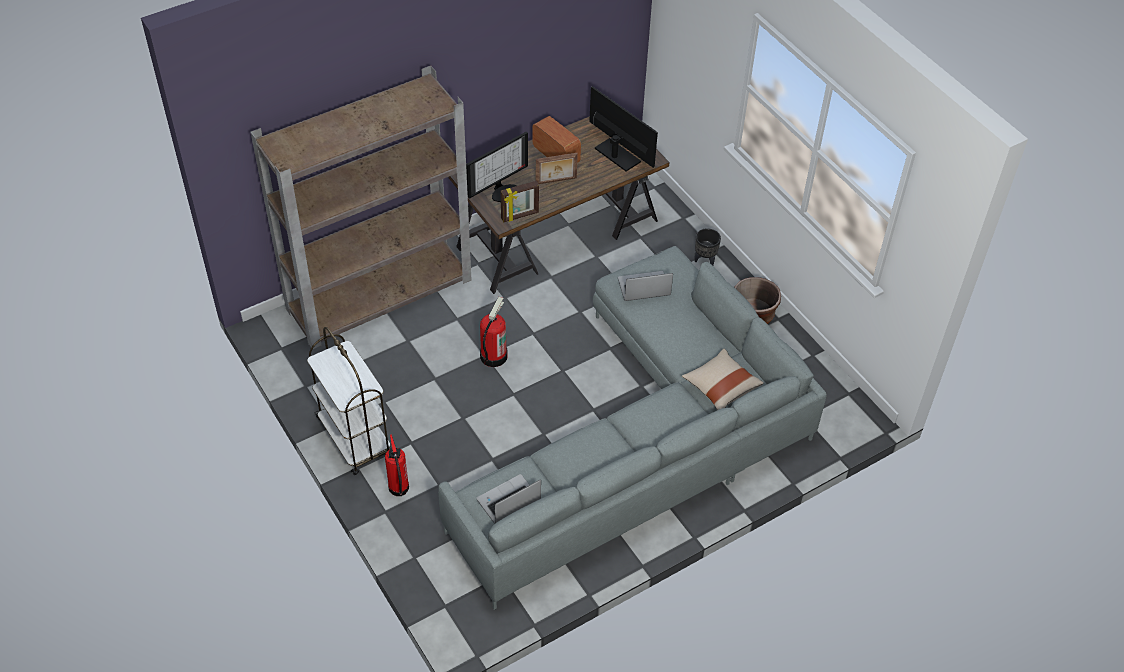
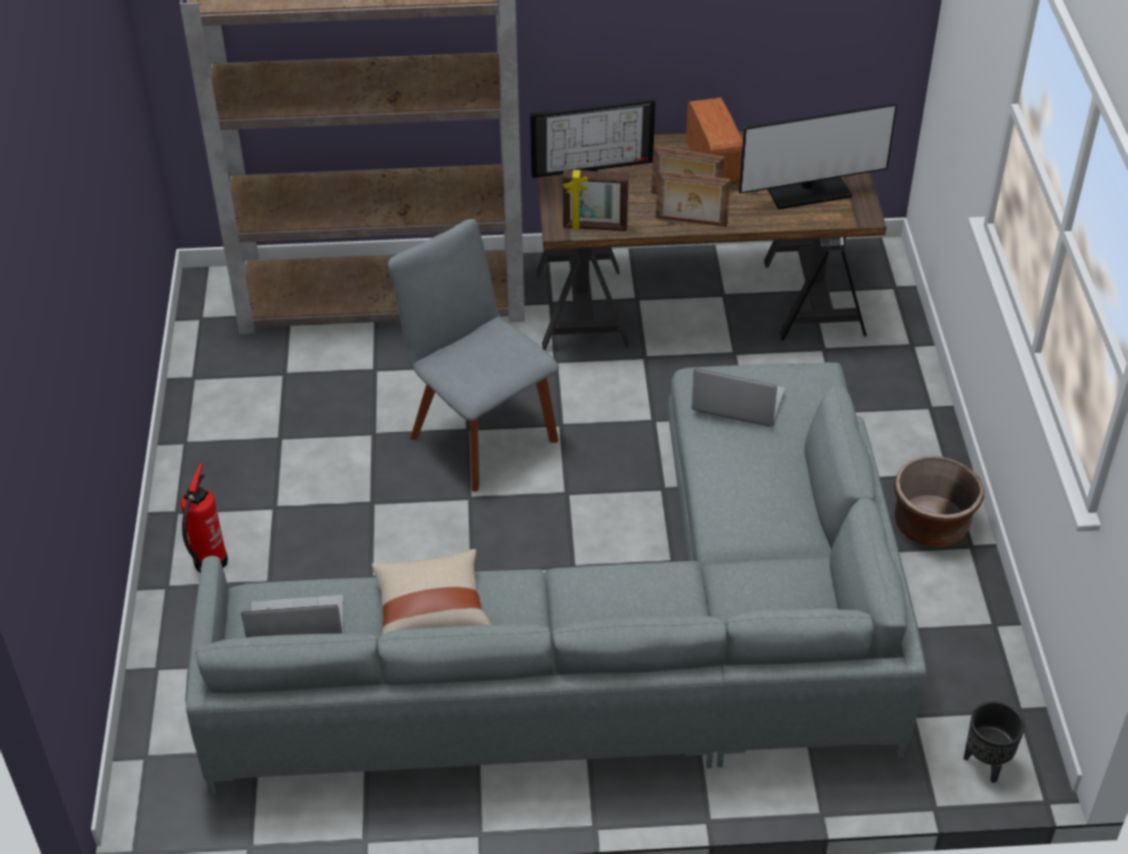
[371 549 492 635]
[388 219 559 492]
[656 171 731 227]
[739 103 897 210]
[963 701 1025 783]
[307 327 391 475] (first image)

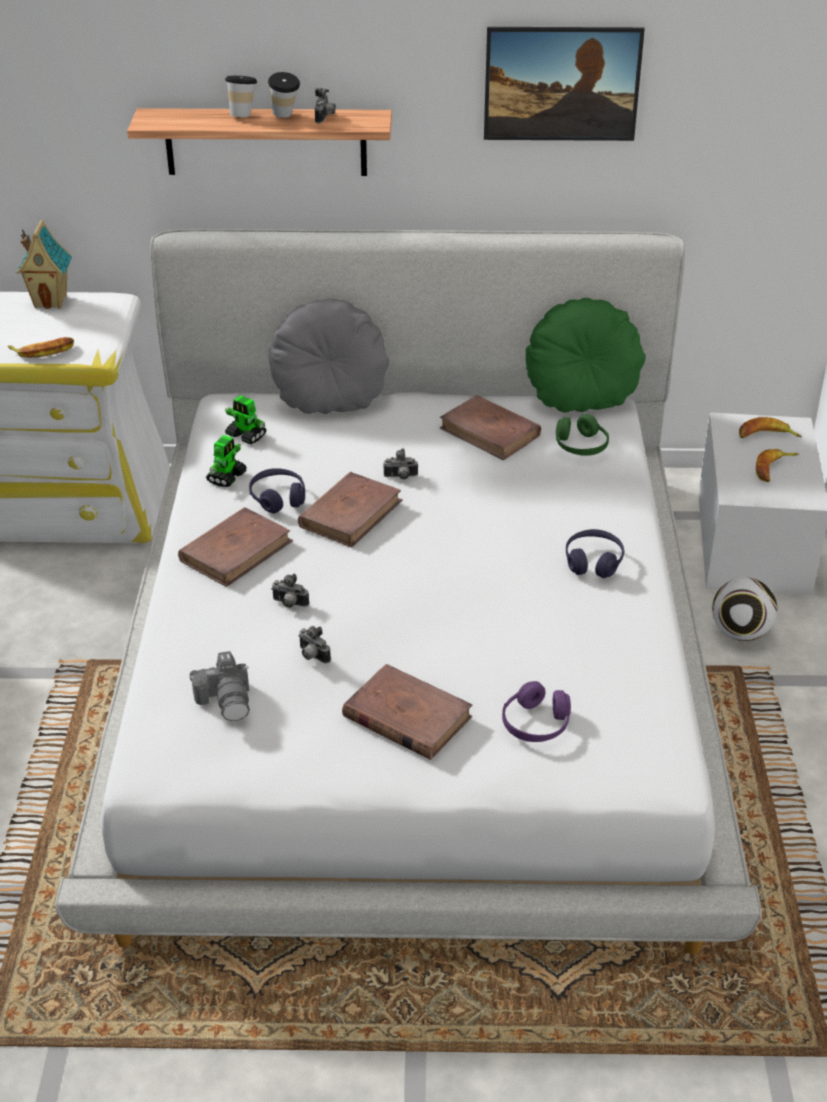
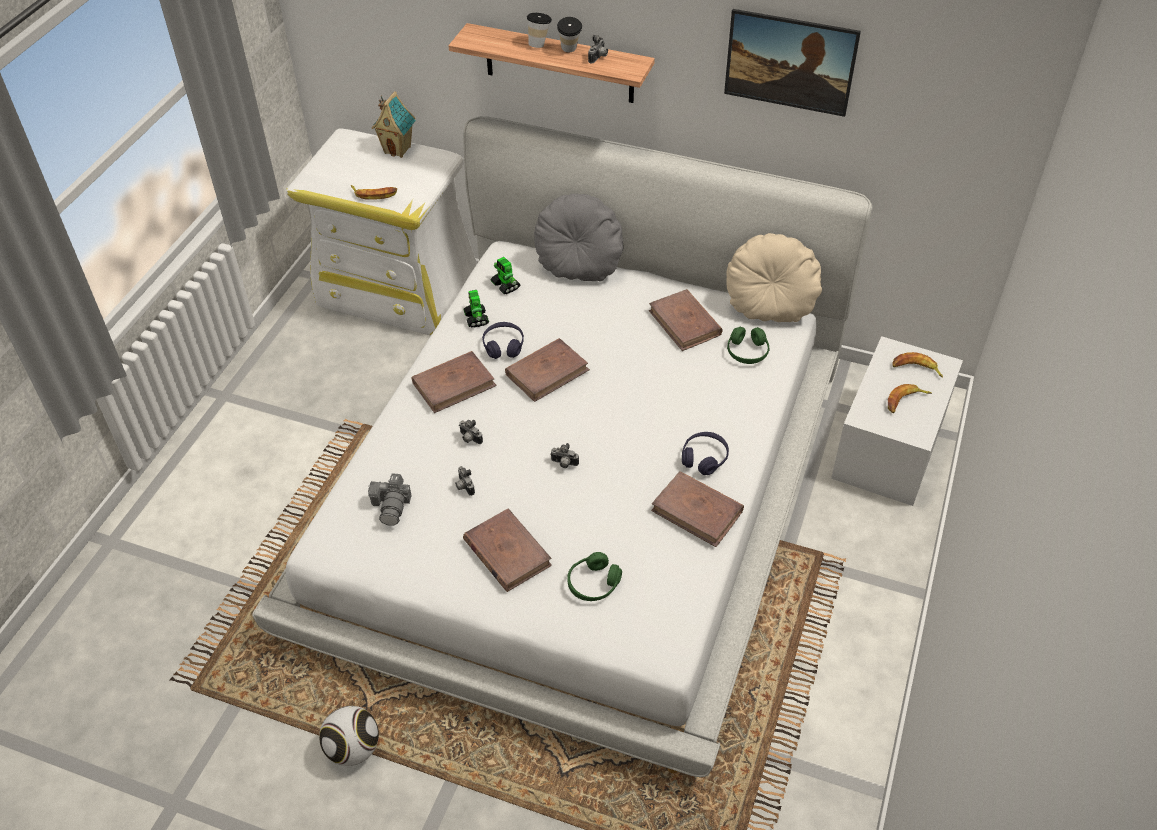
[319 706 379 766]
[463 290 489 328]
[550 443 579 468]
[567 552 622 601]
[651 471 744 547]
[726 233 822 322]

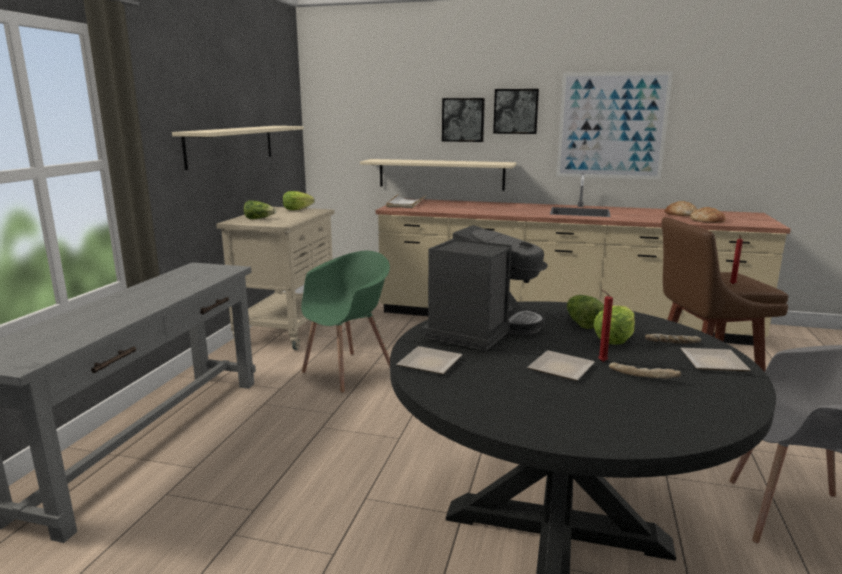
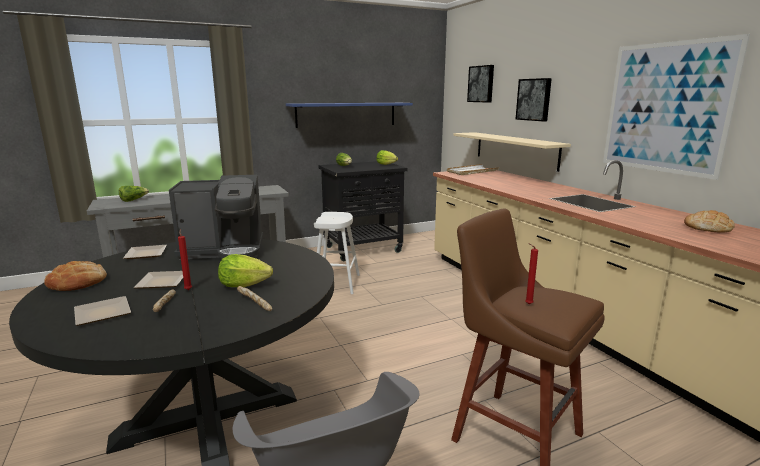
[44 261 107 291]
[74 296 131 326]
[119 186 149 202]
[286 103 413 128]
[314 212 360 294]
[318 161 407 261]
[467 65 494 103]

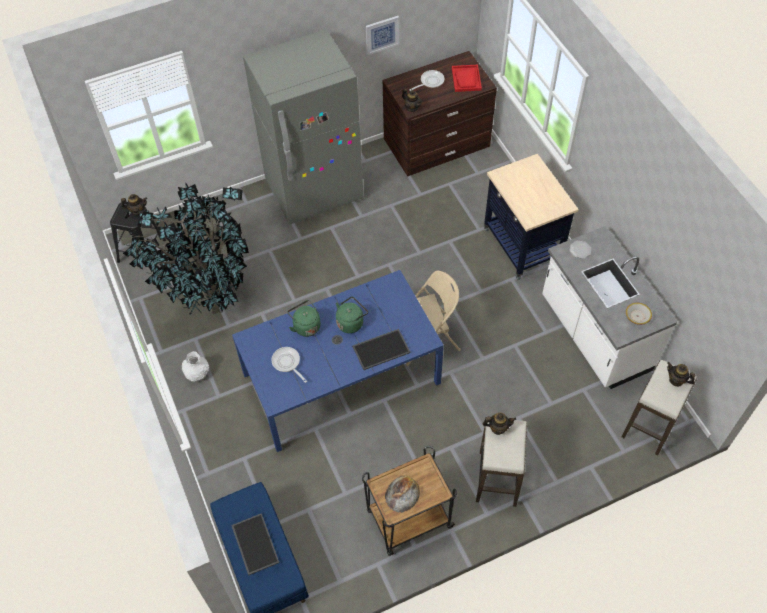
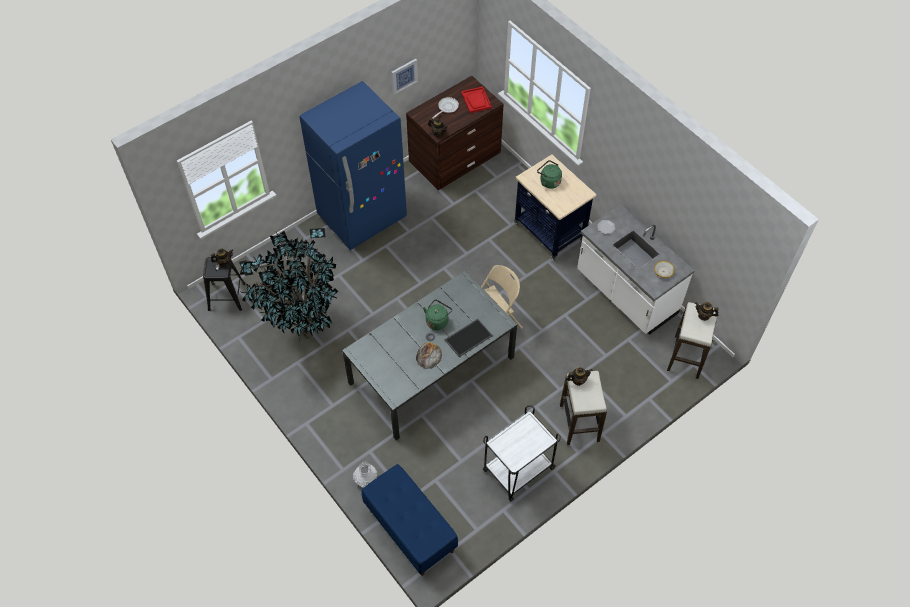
[299 81 407 250]
[342 271 517 440]
[353 462 377 488]
[416 342 442 369]
[483 405 561 501]
[537 160 562 189]
[231 513 280 575] (first image)
[271 347 307 383] (first image)

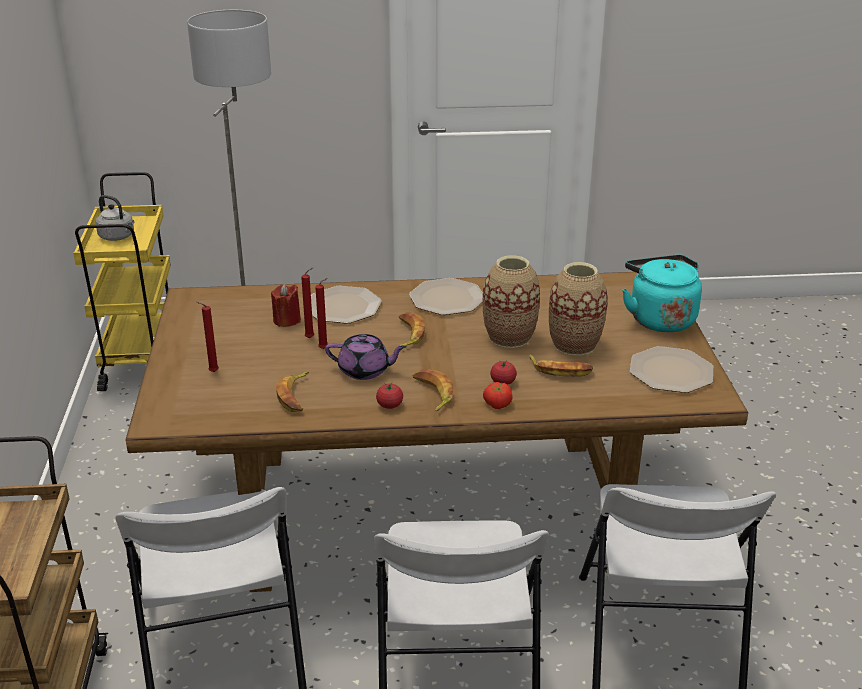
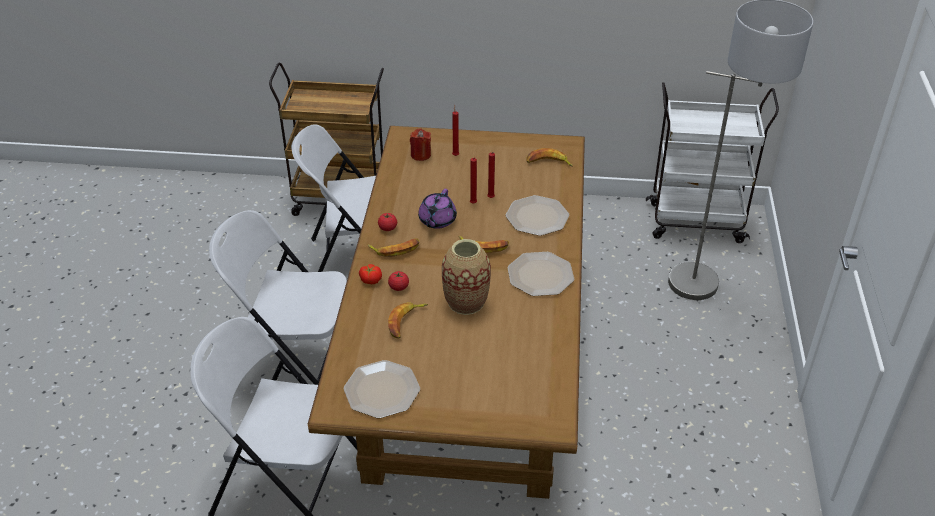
[410 128 431 161]
[526 148 573 167]
[646 82 779 243]
[96 195 134 241] (first image)
[549 262 608 355] (first image)
[622 255 702 332] (first image)

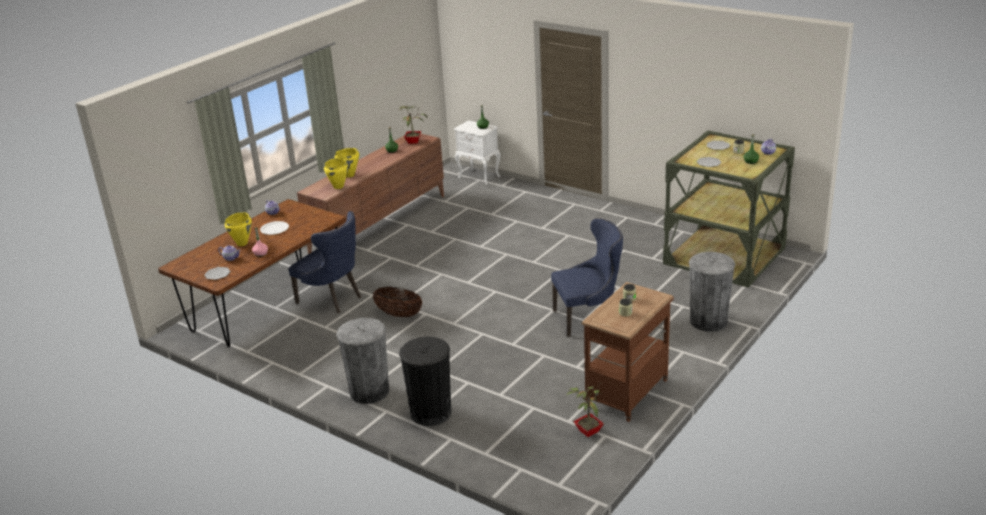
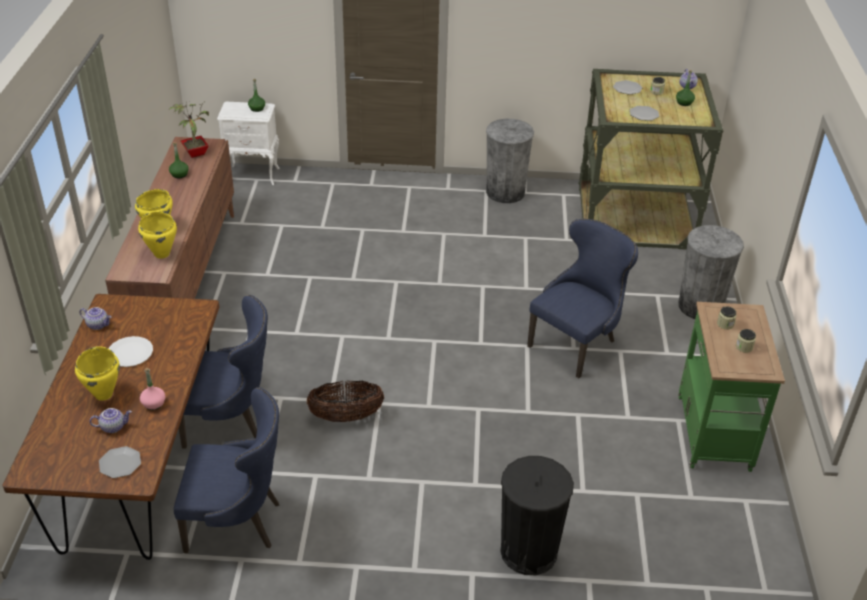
[174 387 280 553]
[486 119 534 203]
[678 302 785 472]
[566 384 604 437] (first image)

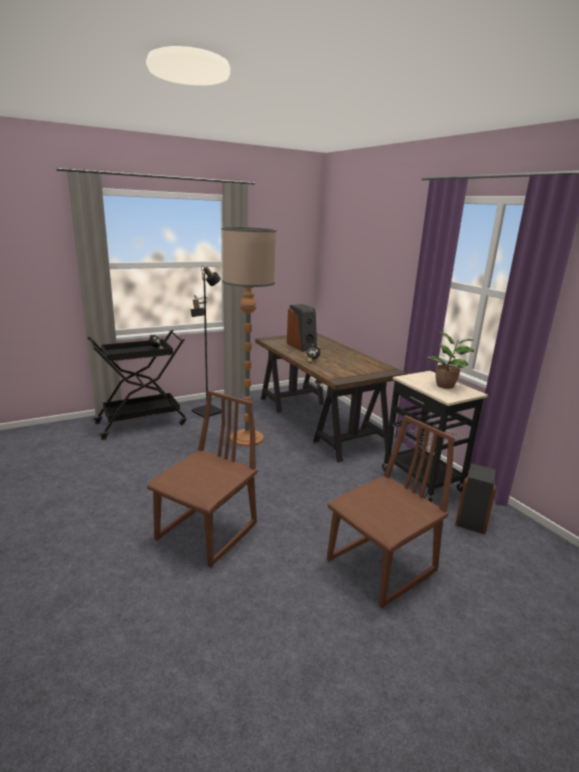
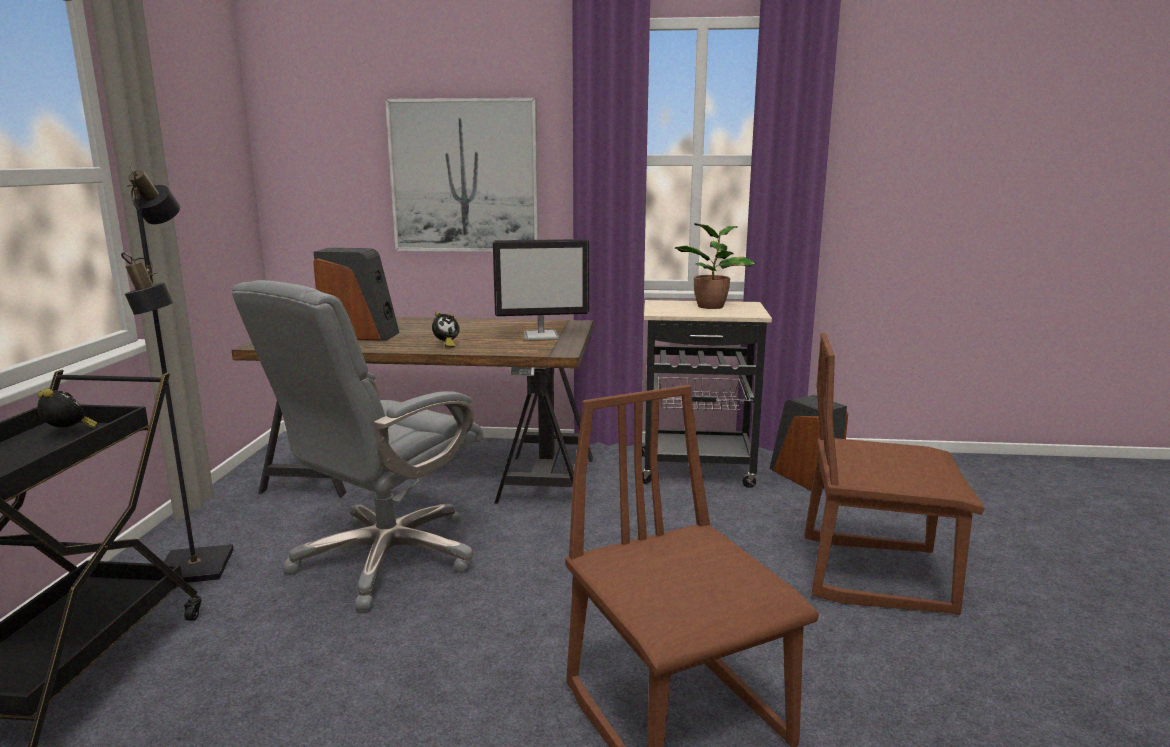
[232 280 483 611]
[385 98 539 252]
[493 239 589 341]
[804 333 985 615]

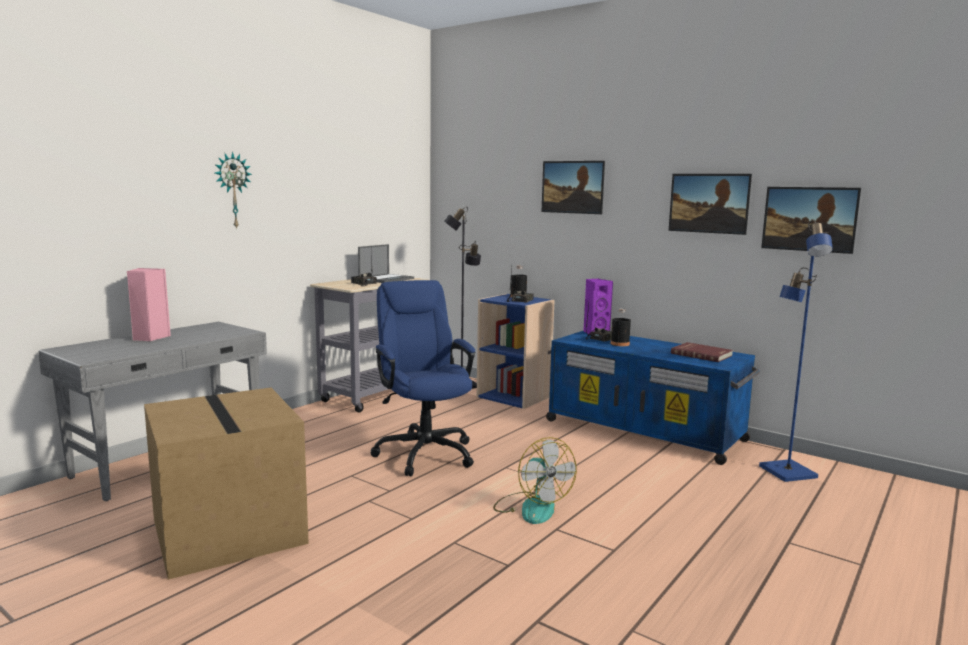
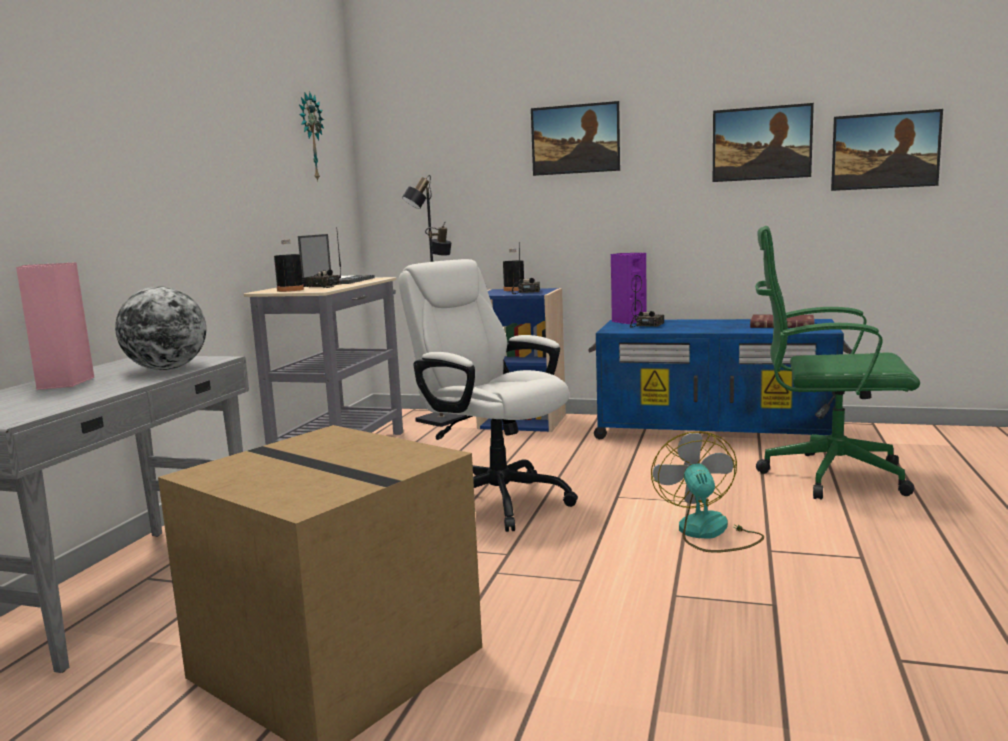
[115 286 206 370]
[274 239 304 292]
[299 92 324 182]
[399 259 578 532]
[651 431 764 553]
[755 226 920 499]
[759 220 833 482] (first image)

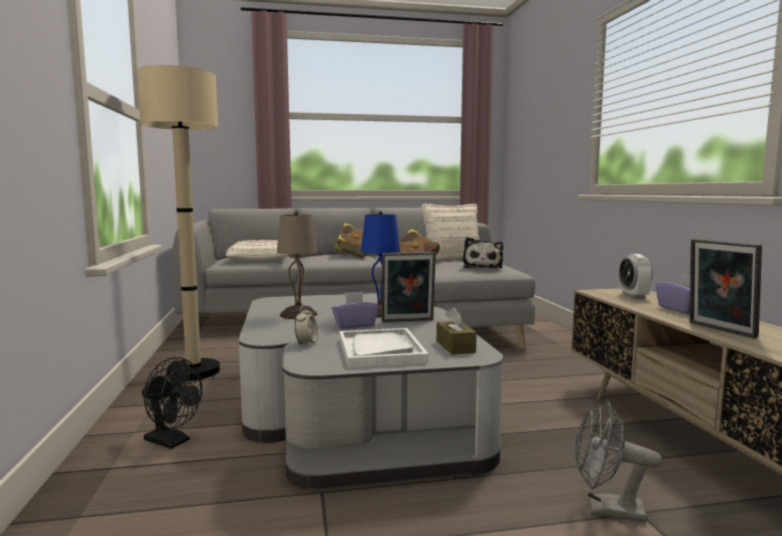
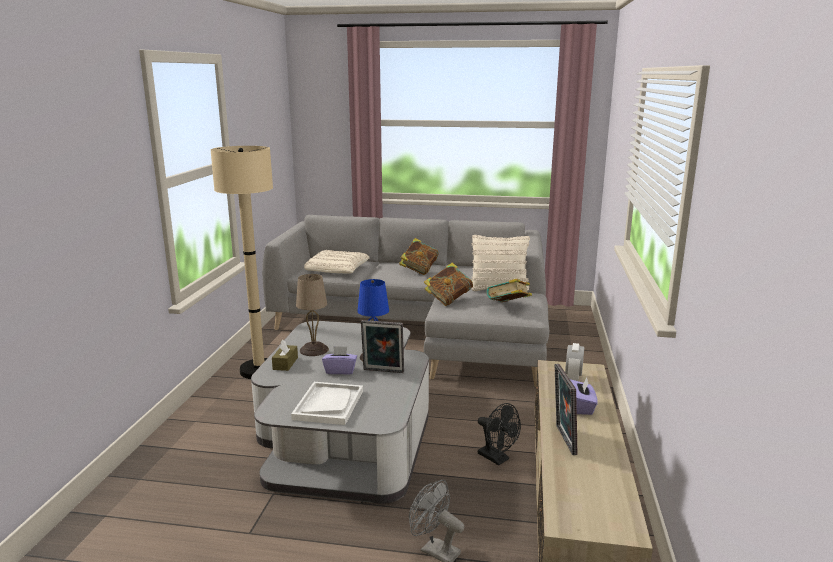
[272 339 298 371]
[478 403 521 465]
[487 279 532 302]
[295 306 318 347] (first image)

